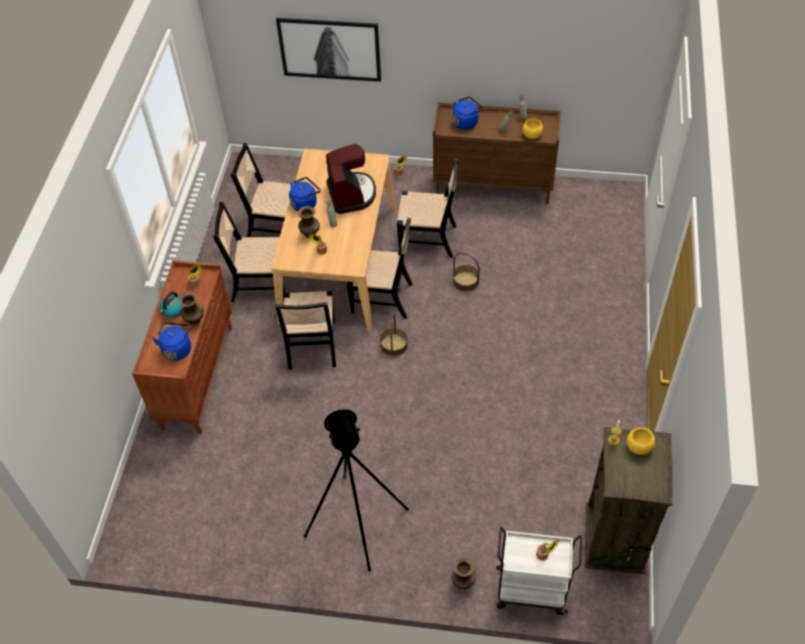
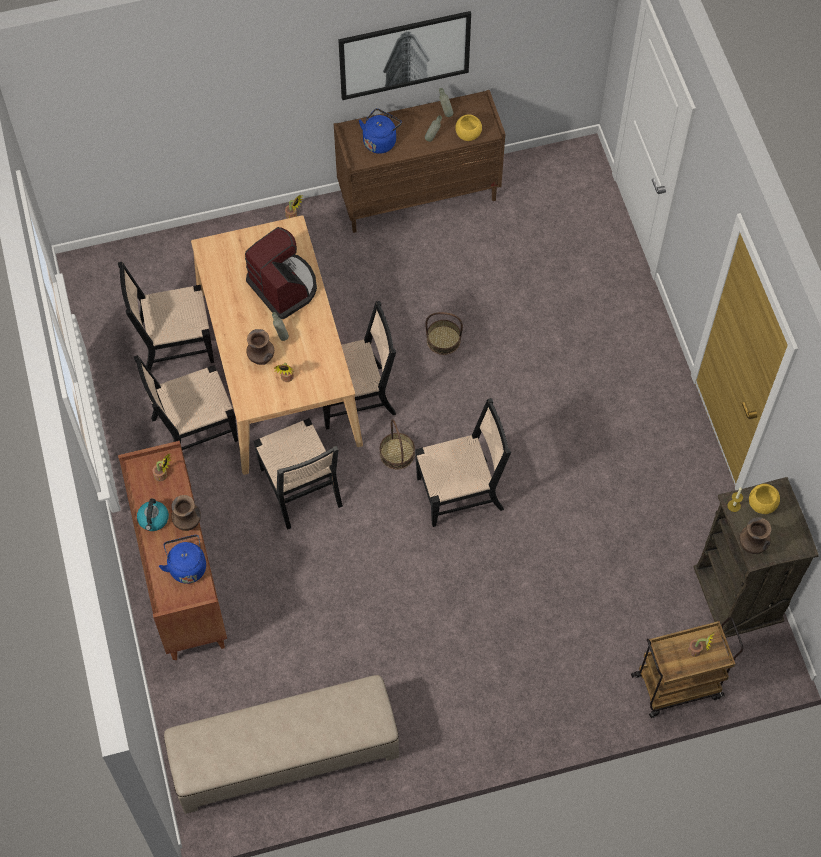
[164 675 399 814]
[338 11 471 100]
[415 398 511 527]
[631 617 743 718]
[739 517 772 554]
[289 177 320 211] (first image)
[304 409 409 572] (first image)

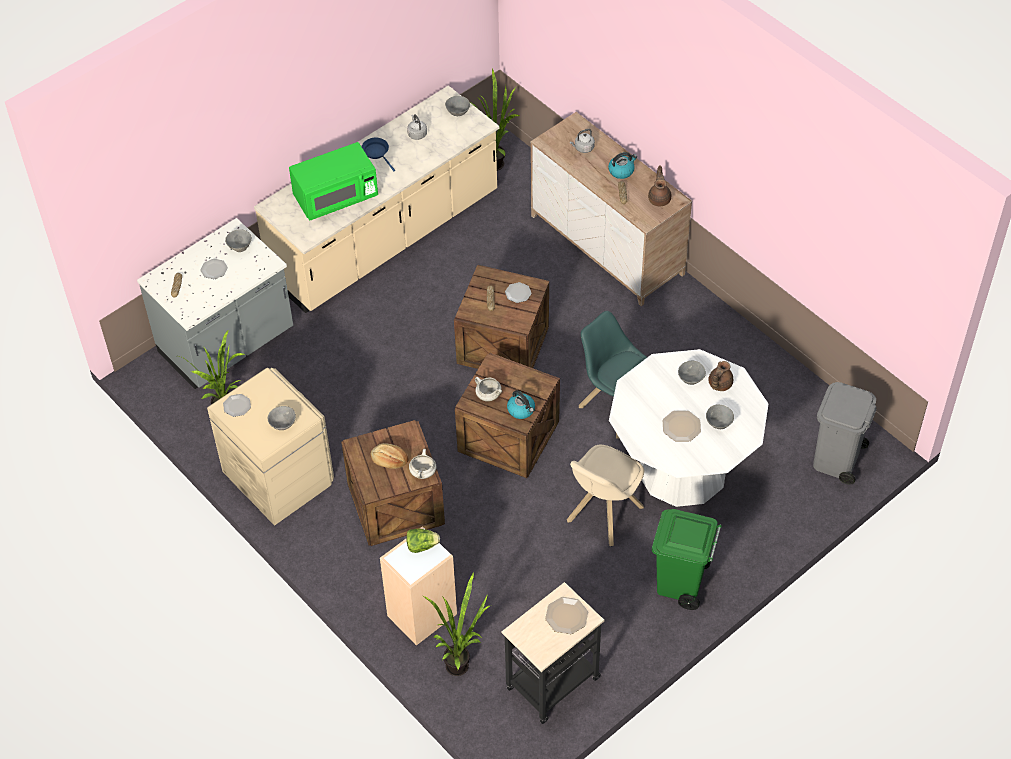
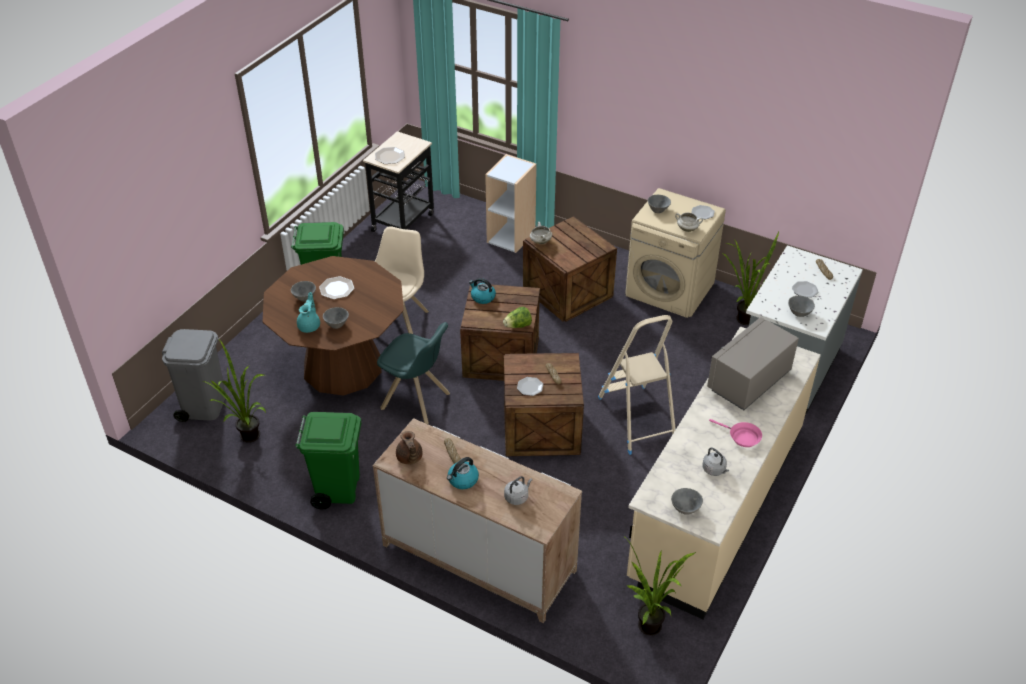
[202 340 266 443]
[263 256 404 396]
[295 412 361 509]
[297 292 320 333]
[503 307 532 328]
[598 315 676 455]
[675 212 703 232]
[707 317 799 410]
[709 419 762 447]
[371 443 408 469] (first image)

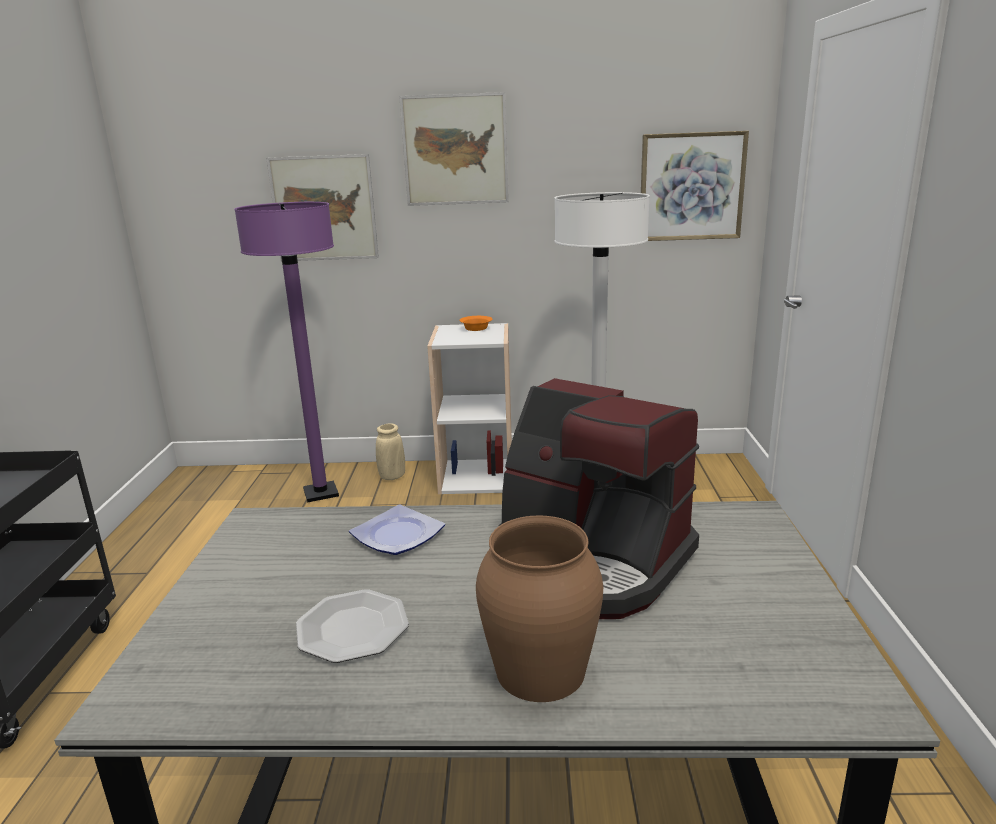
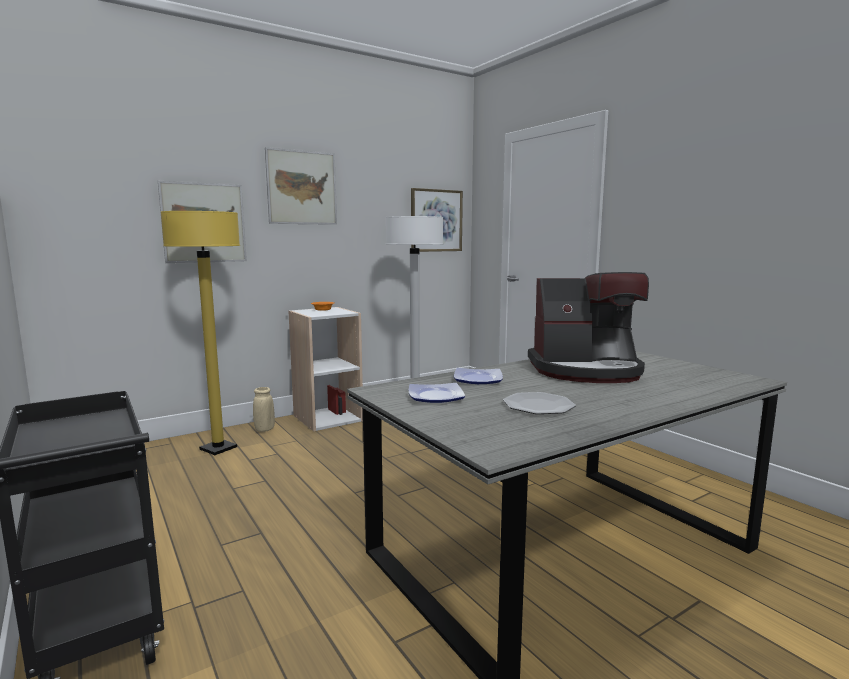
[161 211 240 455]
[409 383 465 403]
[476 516 603 702] (first image)

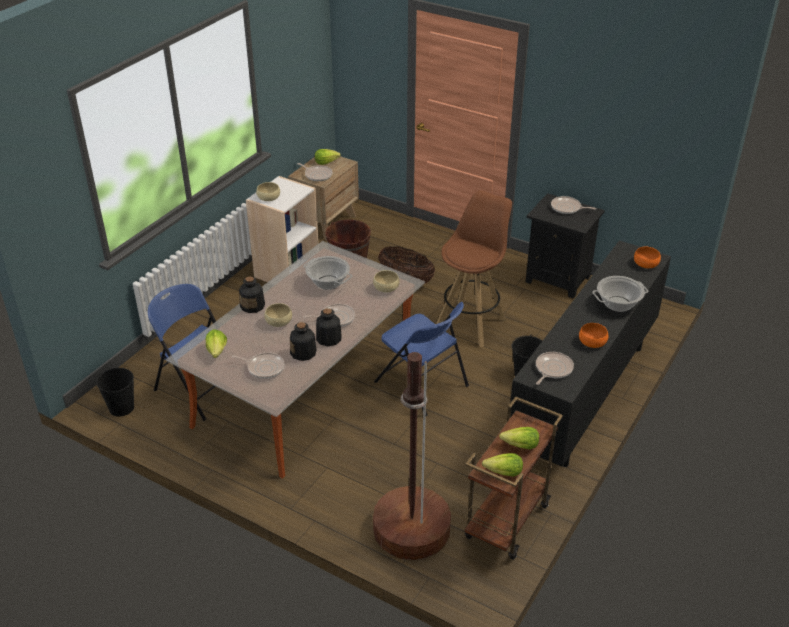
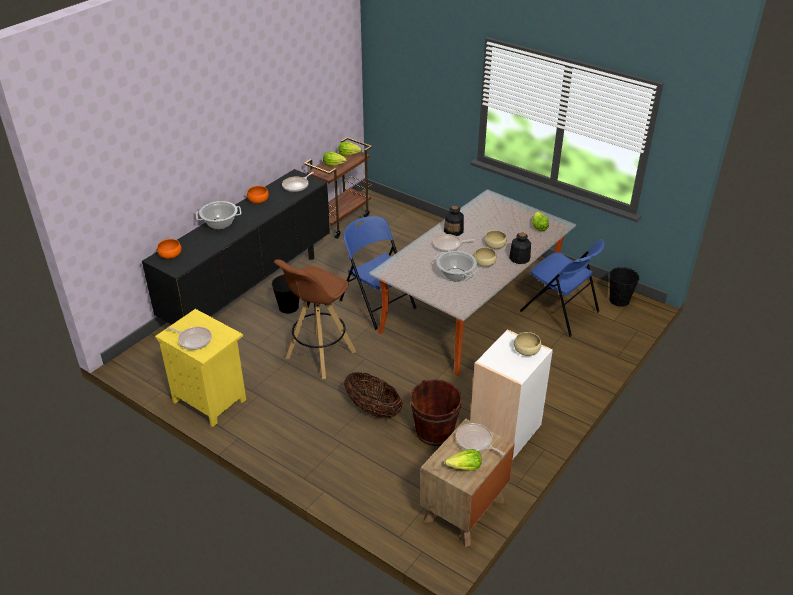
[155 309 246 427]
[474 247 497 267]
[232 353 284 379] (first image)
[290 322 317 361] (first image)
[373 352 451 560] (first image)

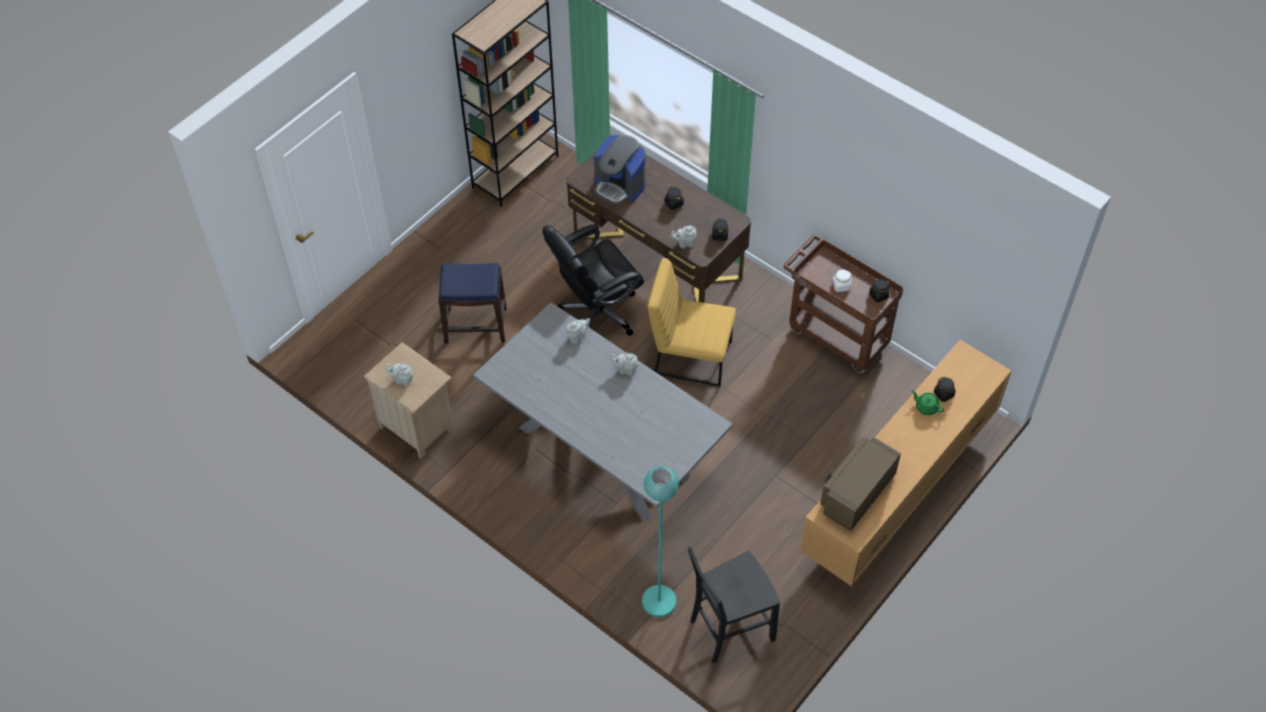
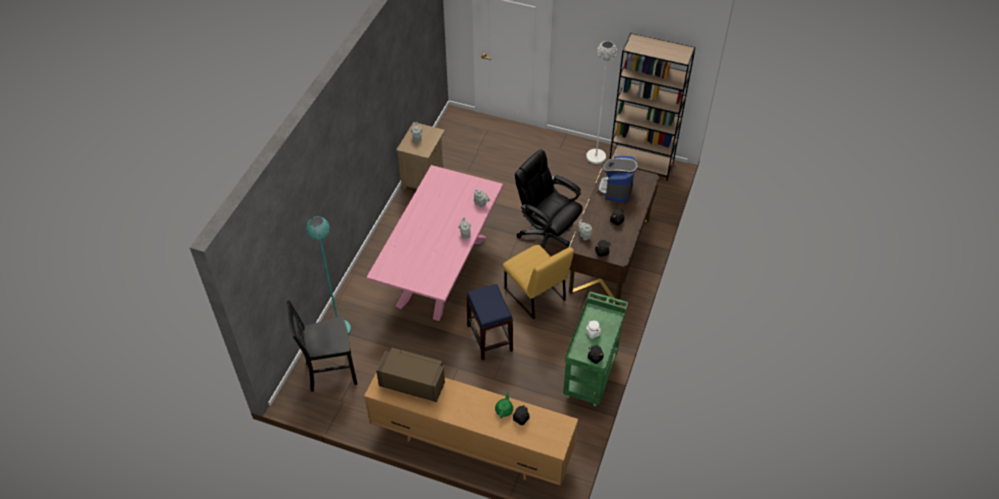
[287 300 357 392]
[366 165 503 321]
[467 284 513 360]
[503 244 574 319]
[563 292 628 407]
[586 41 617 164]

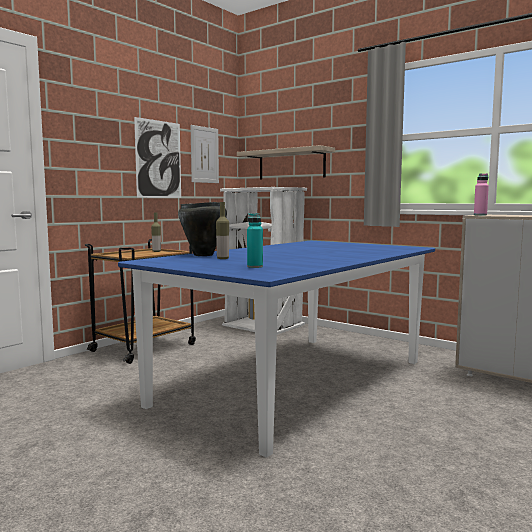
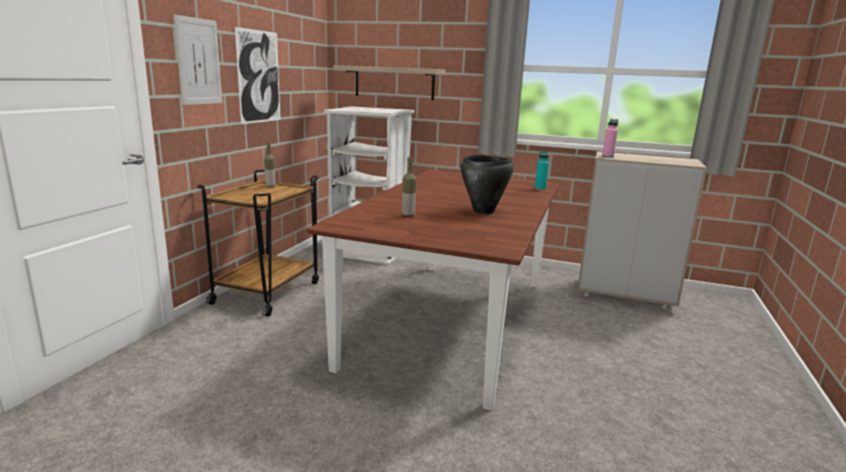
[173 15 222 105]
[307 170 560 411]
[460 155 514 214]
[535 151 549 190]

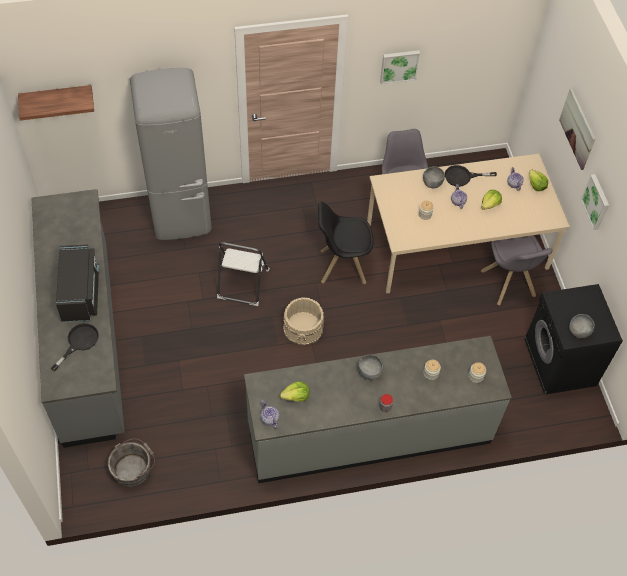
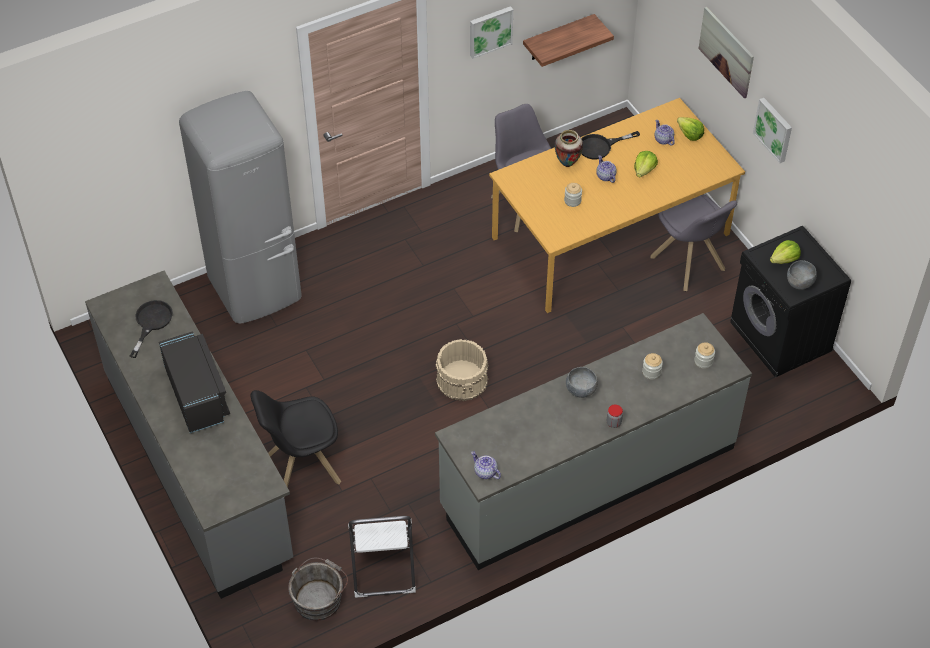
[130 300 173 358]
[250 390 341 488]
[348 516 416 598]
[489 98 745 313]
[523 14 614 67]
[555 130 583 167]
[770 240 801 264]

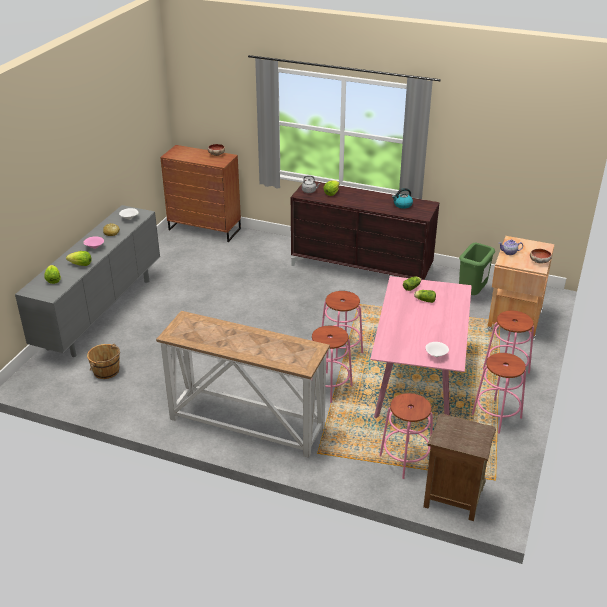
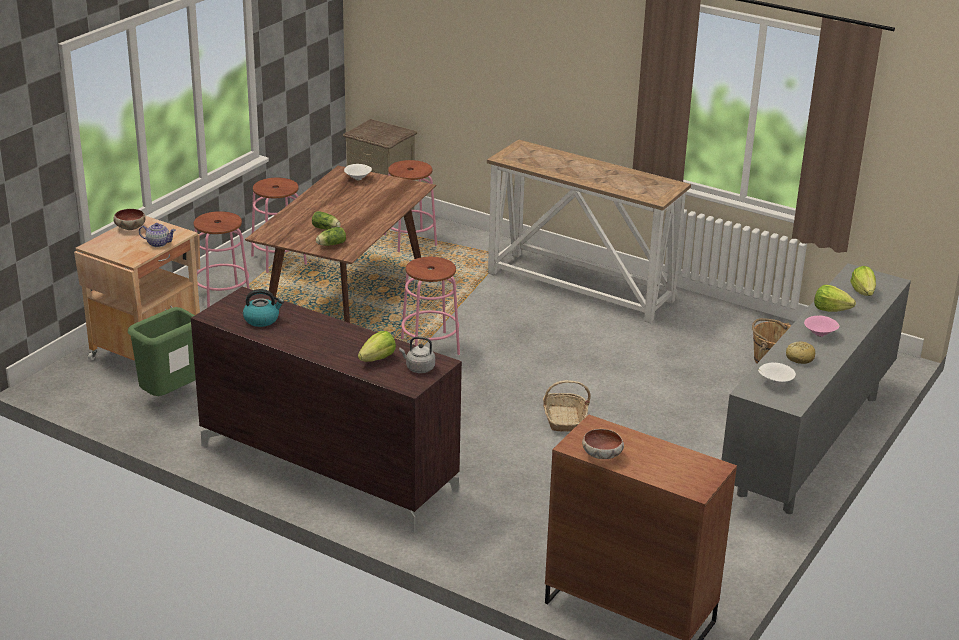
[245 166 436 323]
[543 380 591 432]
[311 326 353 403] (first image)

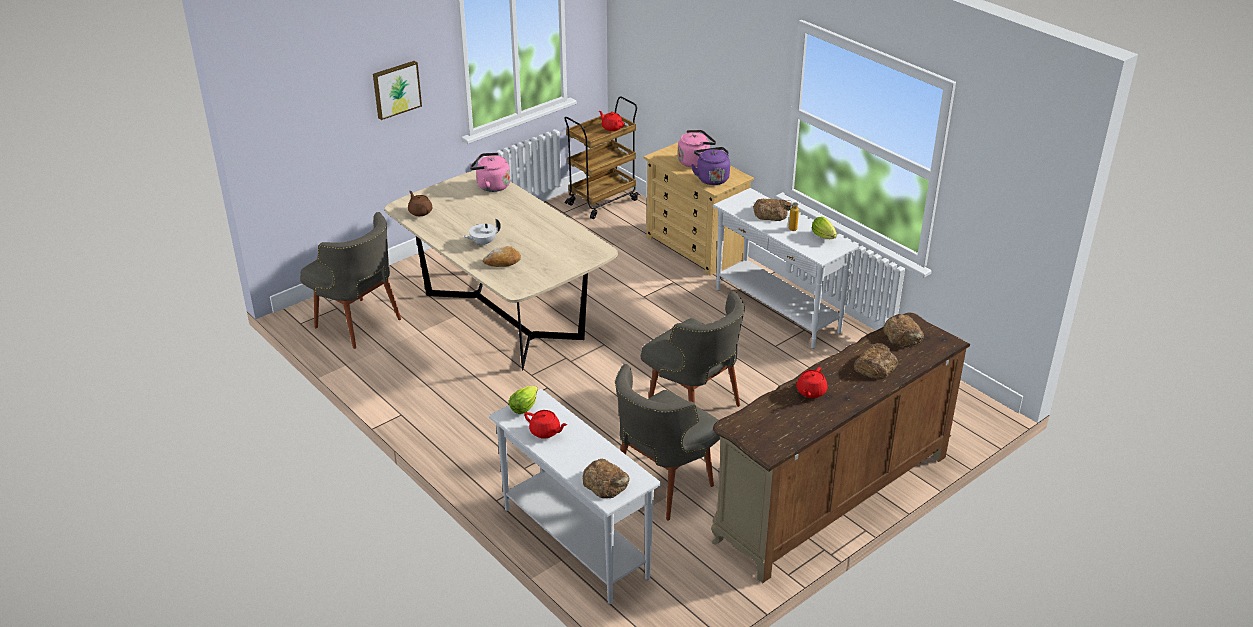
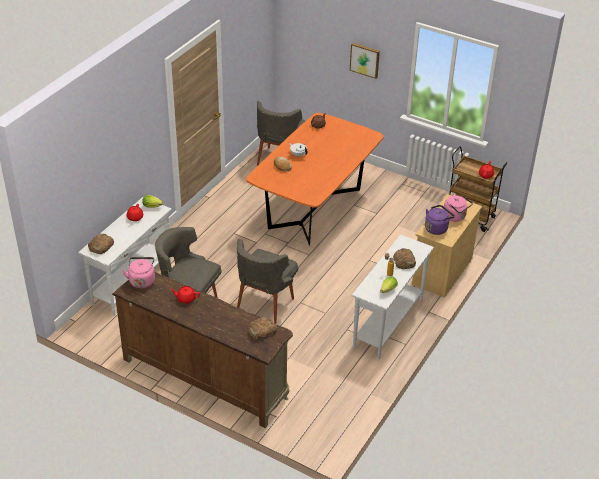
[122 257 155 289]
[246 113 383 246]
[854 343 898 379] (first image)

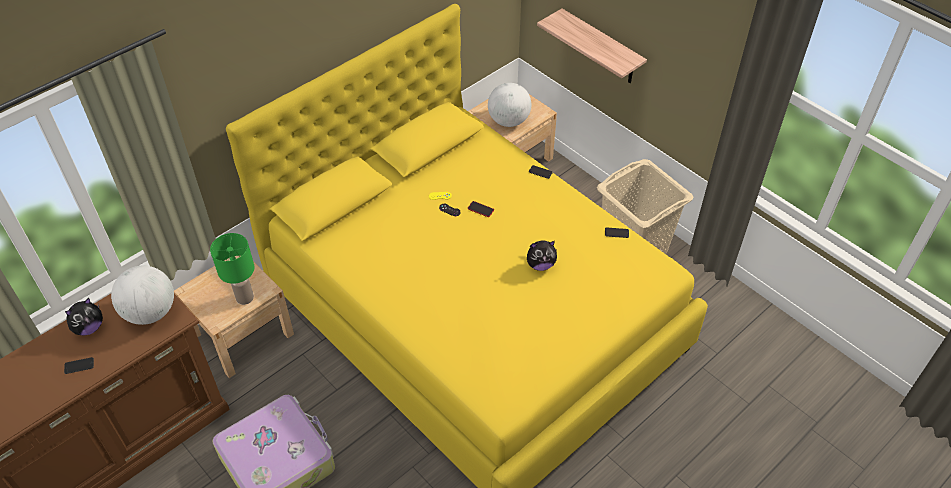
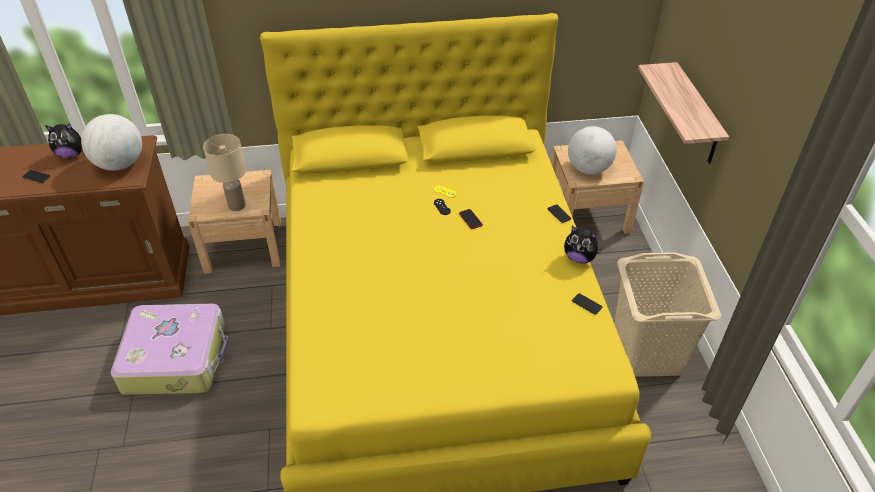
[203 134 246 211]
[564 226 603 264]

